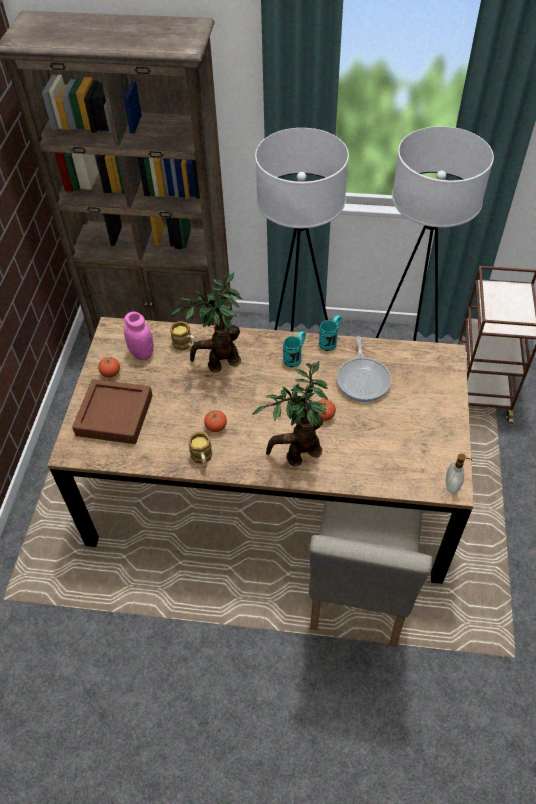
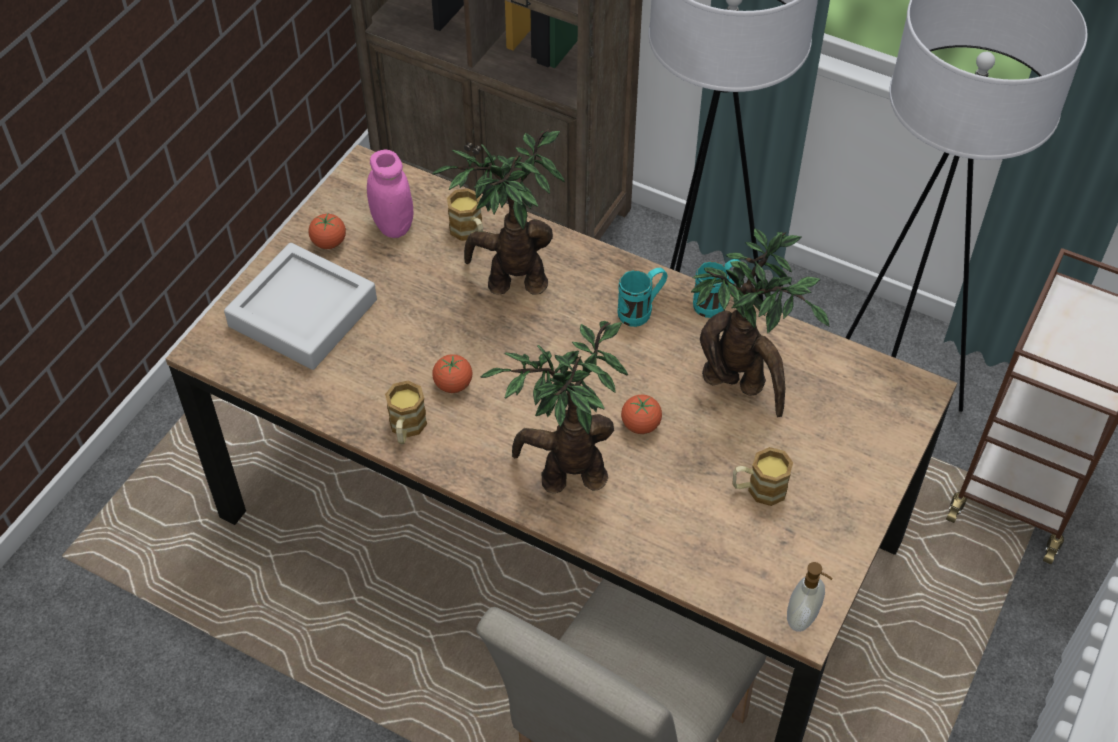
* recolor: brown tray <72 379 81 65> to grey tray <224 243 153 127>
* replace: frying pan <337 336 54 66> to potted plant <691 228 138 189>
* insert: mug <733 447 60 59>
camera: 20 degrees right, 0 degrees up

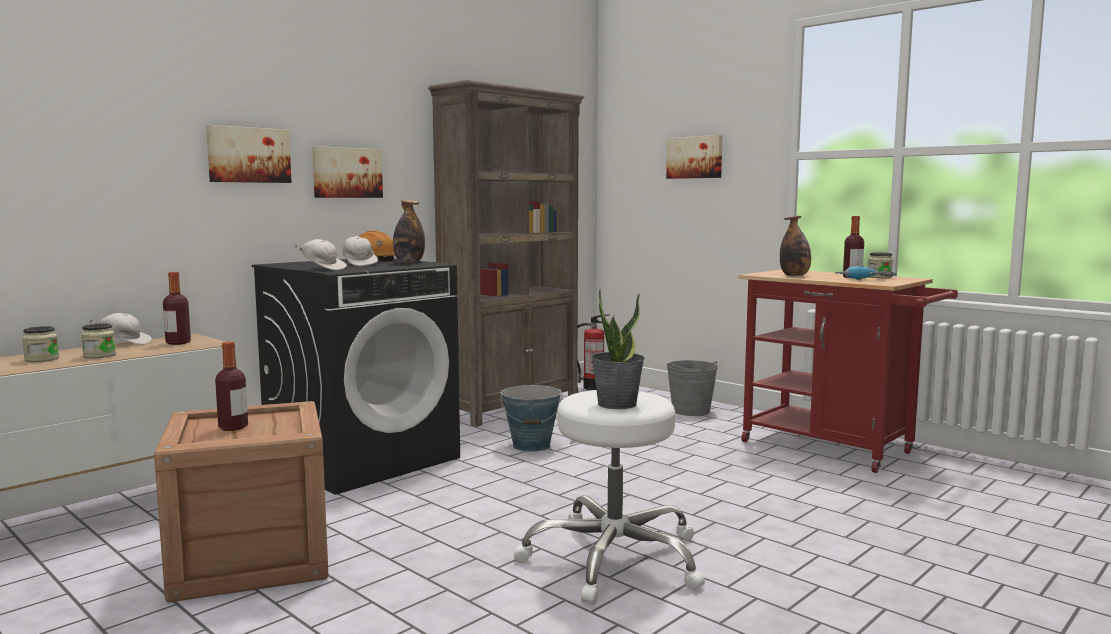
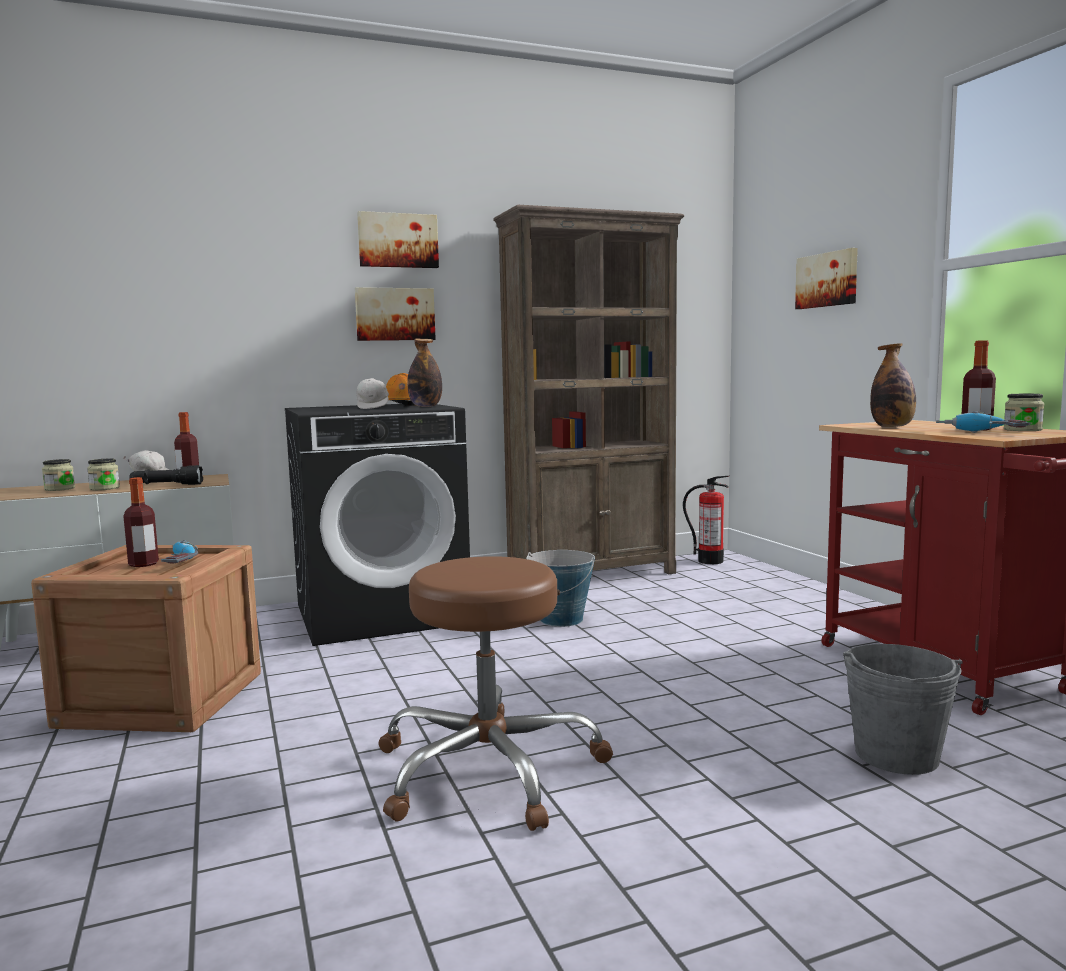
* insert: black flashlight <129 465 74 20>
* insert: power drill <161 540 37 23>
* move: picture <206 125 86 58> to <357 211 82 57>
* recolor: white stool <514 390 191 215> to brown stool <379 556 234 275>
* move: grey bucket <667 360 51 56> to <843 644 119 131>
* delete: white cap <294 239 53 31>
* delete: potted plant <591 289 54 120>
camera: 25 degrees right, 0 degrees up

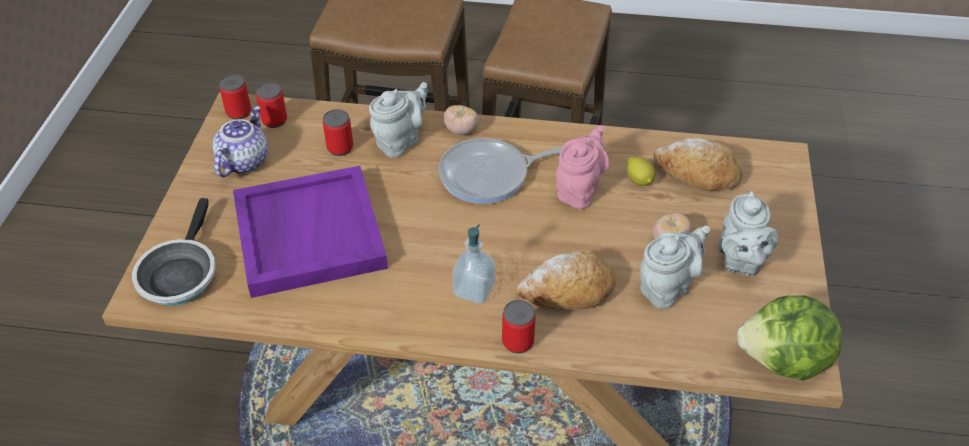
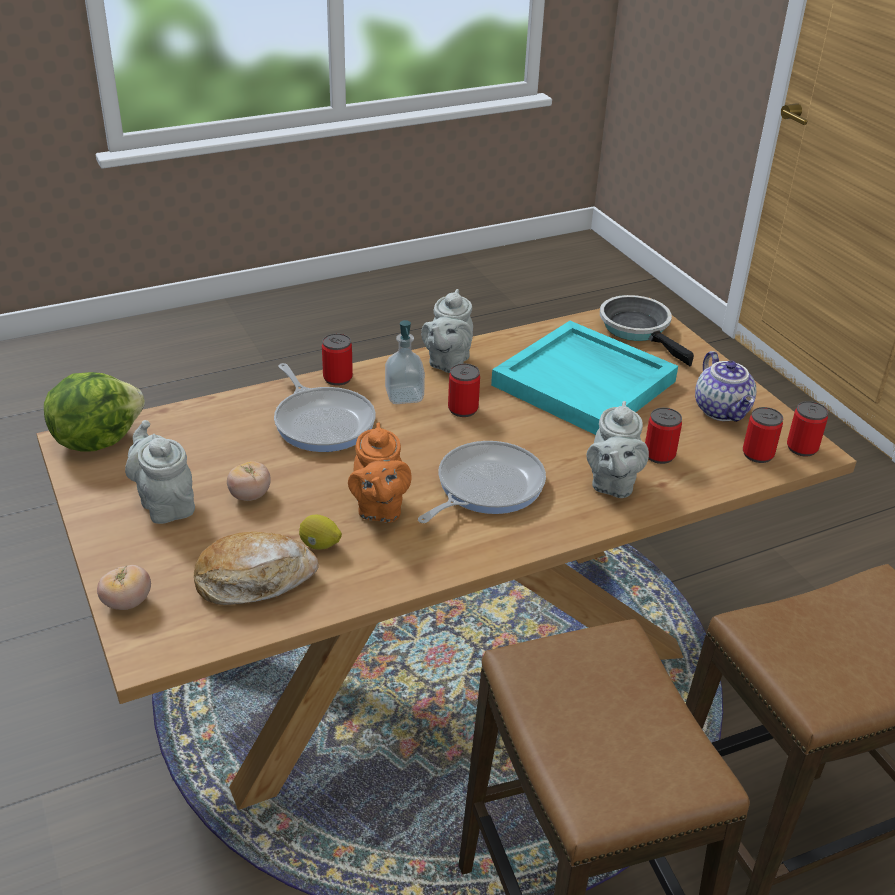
* move: tomato <443 105 36 30> to <97 565 54 45>
* replace: bread <517 250 99 60> to frying pan <274 363 102 89>
* recolor: pink teapot <556 125 54 84> to orange teapot <348 422 64 101>
* move: grey teapot <640 226 70 83> to <421 289 52 84>
* insert: can <448 363 32 54>
* recolor: purple tray <233 166 155 132> to turquoise tray <491 321 187 114>
camera: 145 degrees right, 10 degrees down

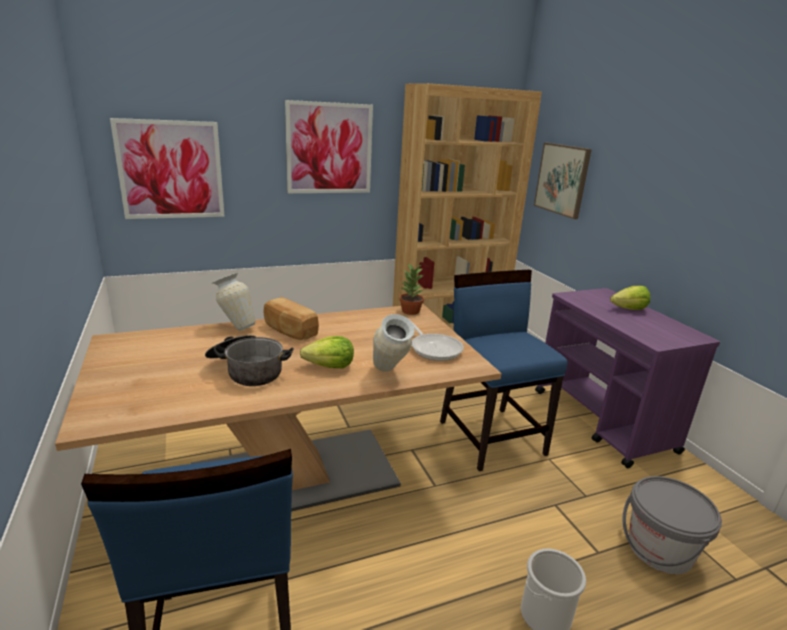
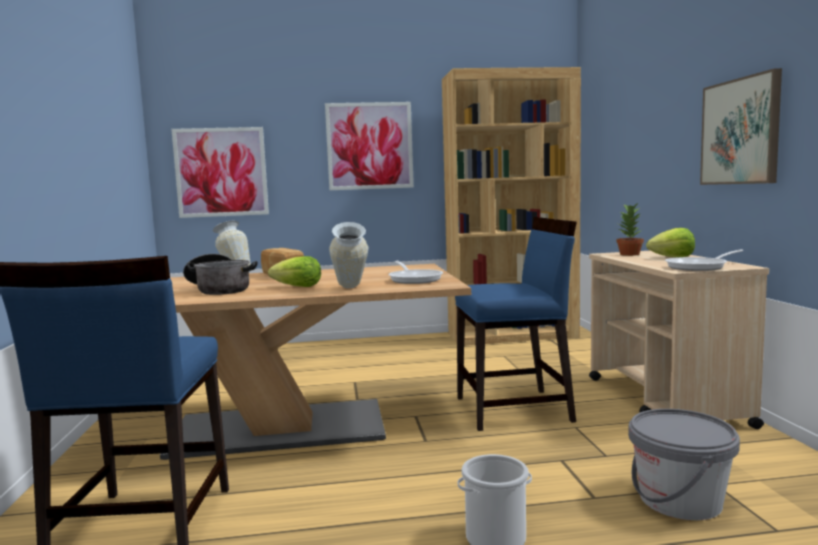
* rotate: blue chair <440 270 127 201> = <455 217 122 214> 90 degrees clockwise
* recolor: purple cart <535 288 185 180> to beige cart <589 251 180 178>
* move: potted plant <399 263 25 52> to <616 202 28 54>
* insert: frying pan <665 249 79 22>
* move: picture <534 143 58 76> to <700 68 82 117>
camera: 15 degrees right, 15 degrees down

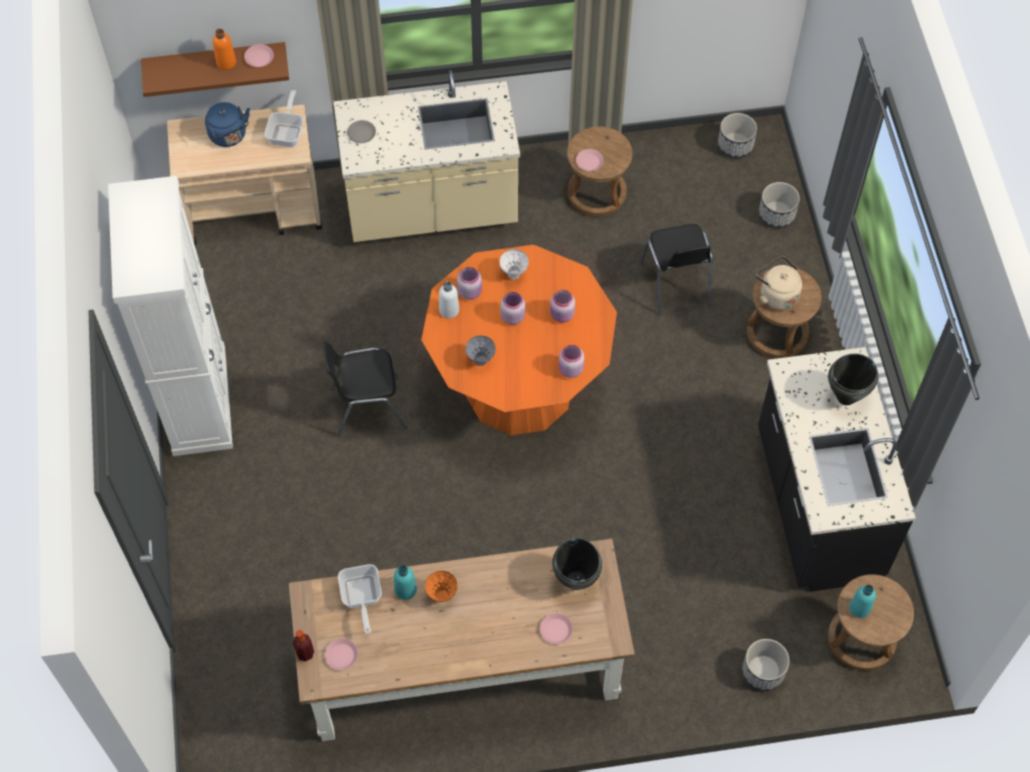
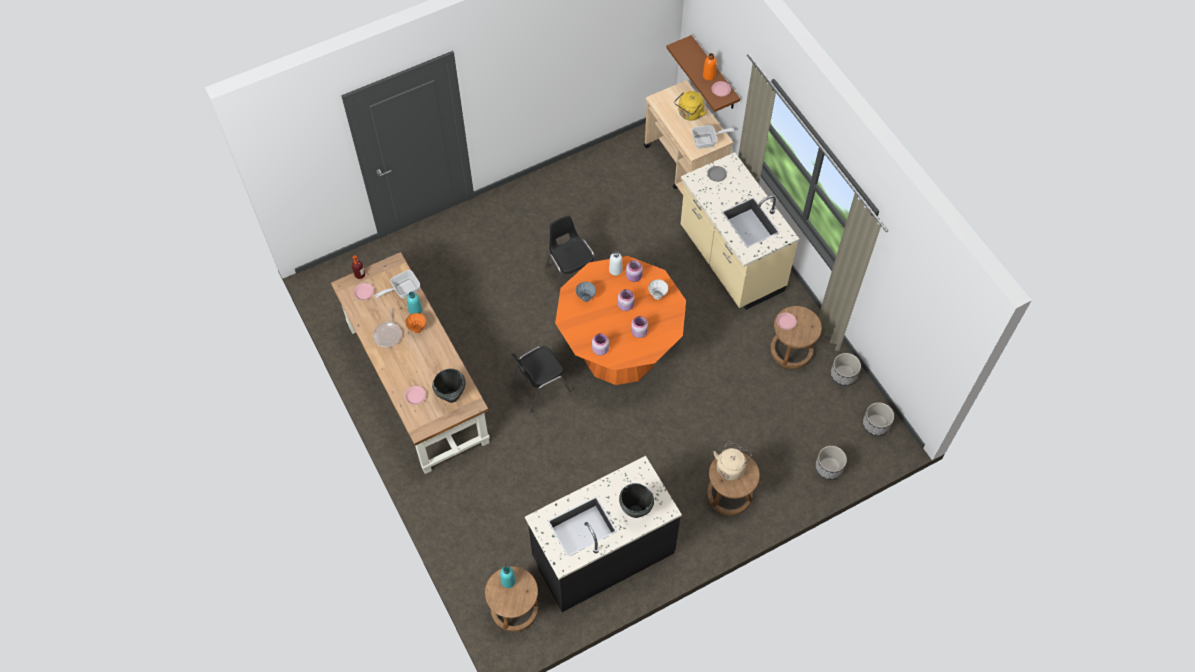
* insert: frying pan <373 309 29 39>
* move: black chair <640 224 73 91> to <511 346 60 67>
* recolor: blue kettle <205 102 45 45> to yellow kettle <674 91 33 30>
* move: planter <742 639 48 52> to <830 353 31 33>
* delete: white cabinet <108 176 125 280>
camera: 70 degrees right, 0 degrees up

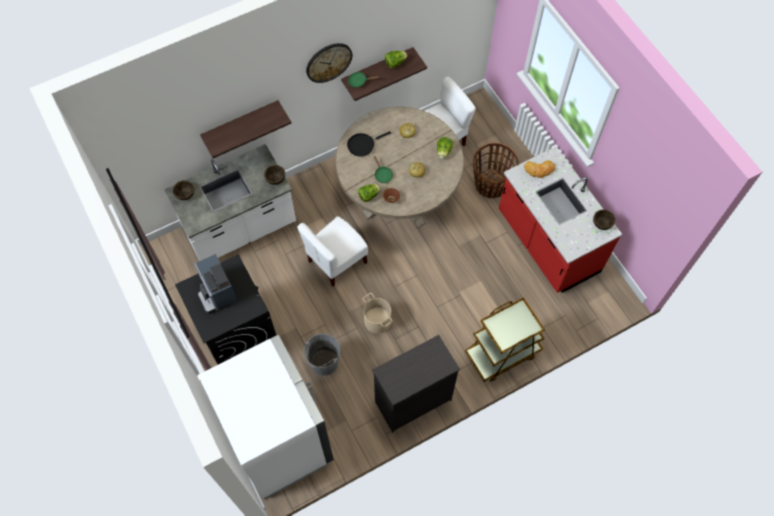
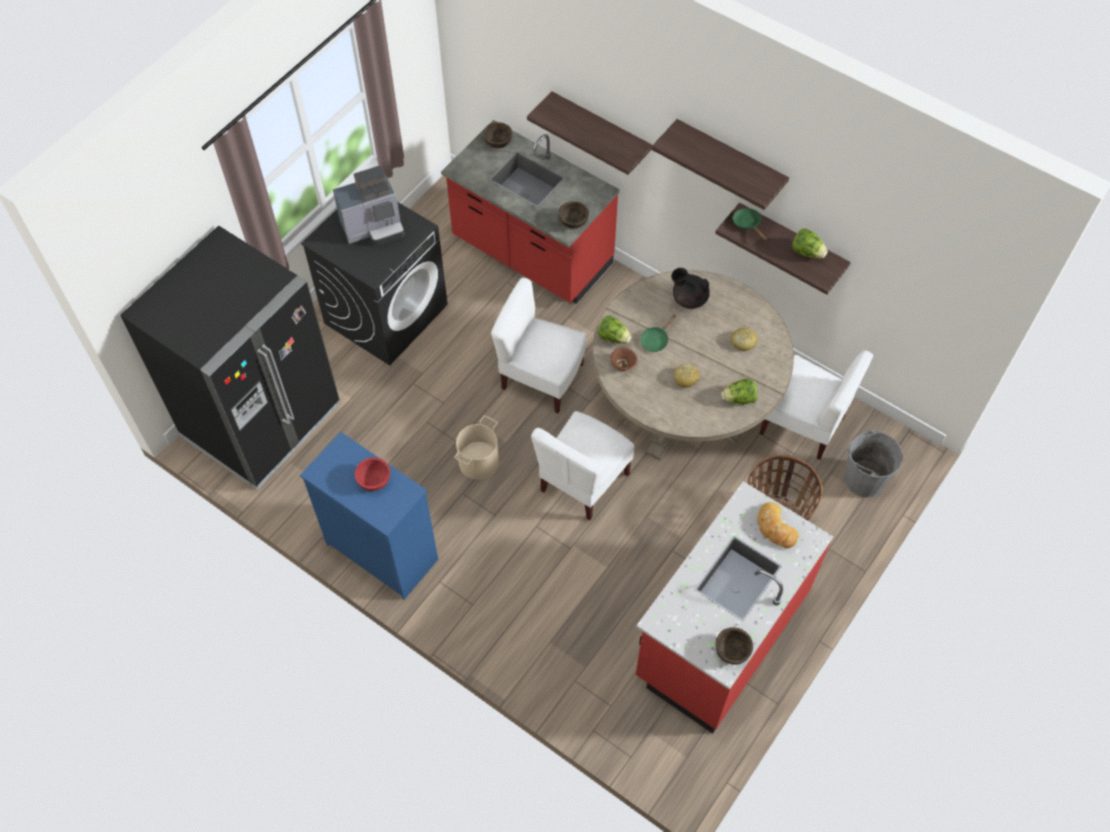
* recolor: white fridge <198 335 136 165> to black fridge <120 225 220 265>
* recolor: black dresser <373 335 87 98> to blue dresser <300 432 138 167>
* rotate: coffee machine <194 254 43 60> = <333 166 72 79> 150 degrees counterclockwise
* insert: red bowl <355 457 35 34>
* recolor: white counter <164 144 132 117> to red counter <441 120 179 184>
* insert: white chair <531 411 103 109>
* replace: wall clock <306 43 46 40> to shelf <651 119 138 91>
* replace: black frying pan <347 131 44 26> to black teapot <671 268 39 41>
* move: grey bucket <304 334 36 42> to <845 430 58 67>
* delete: brown cart <465 297 80 85>
camera: 65 degrees right, 5 degrees down

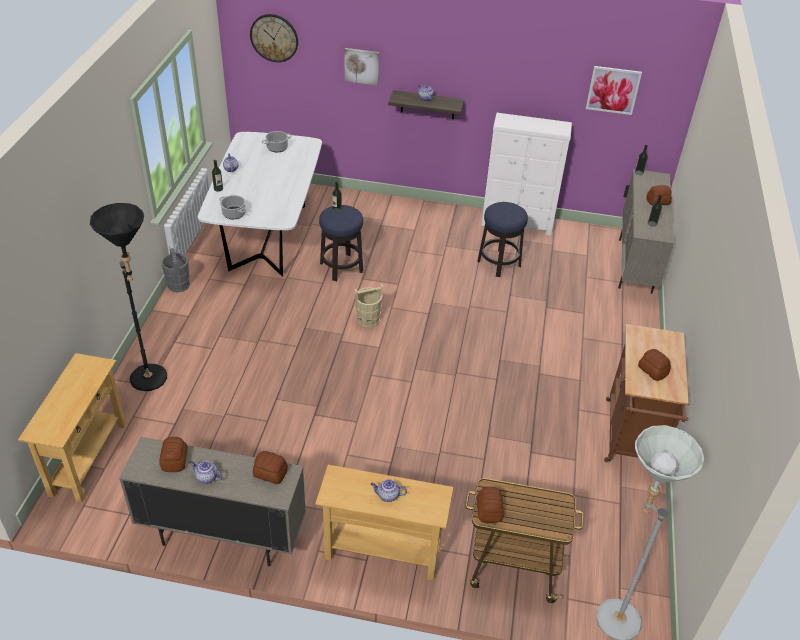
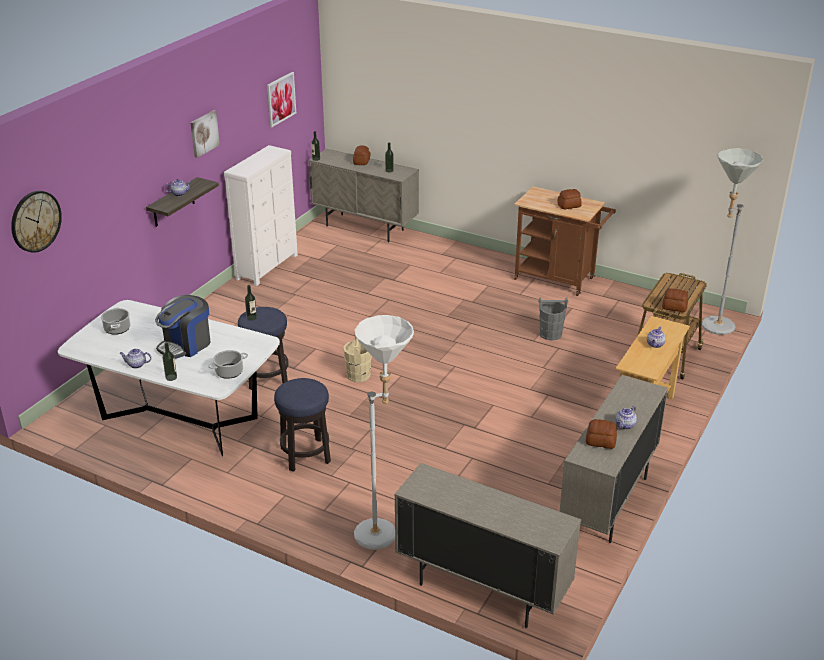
* insert: coffee machine <155 295 56 64>
* move: picture <345 48 34 37> to <190 110 30 48>
* move: stool <477 202 51 75> to <274 378 57 94>
* recolor: black floor lamp <90 203 77 188> to white floor lamp <354 315 60 235>
* replace: beige console table <18 353 108 150> to beige cabinet <394 463 187 165>
* move: grey bucket <161 246 29 46> to <538 297 31 43>
* delete: bread <253 451 35 33>
camera: 70 degrees left, 10 degrees down

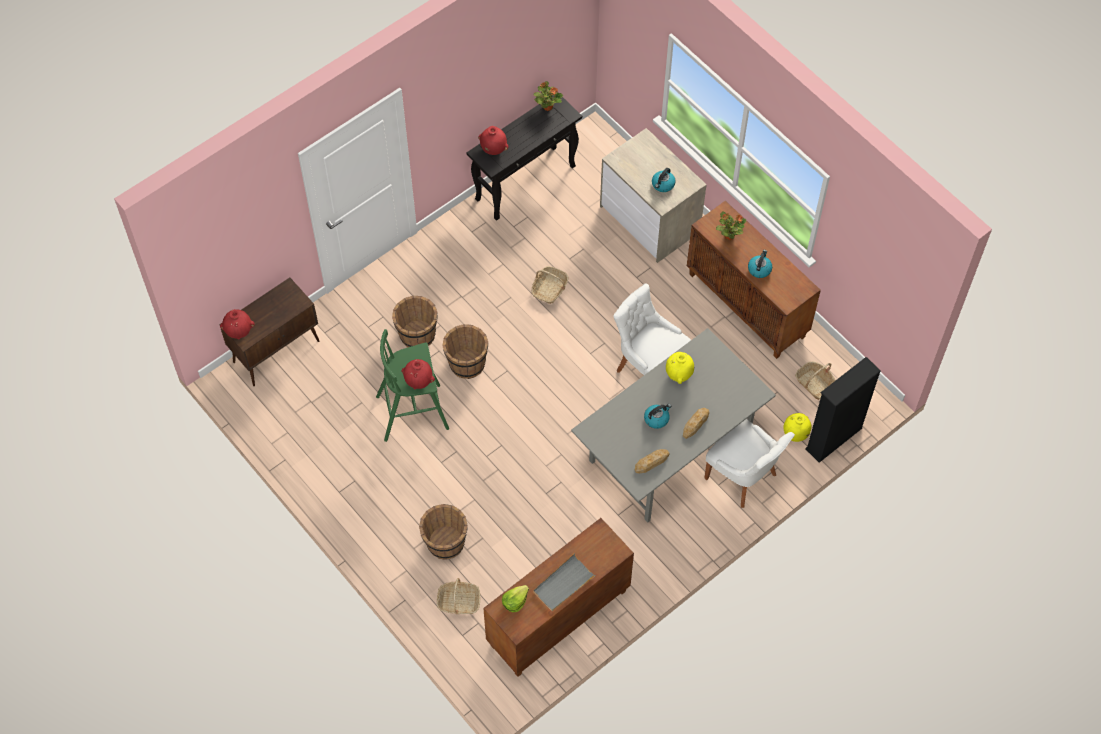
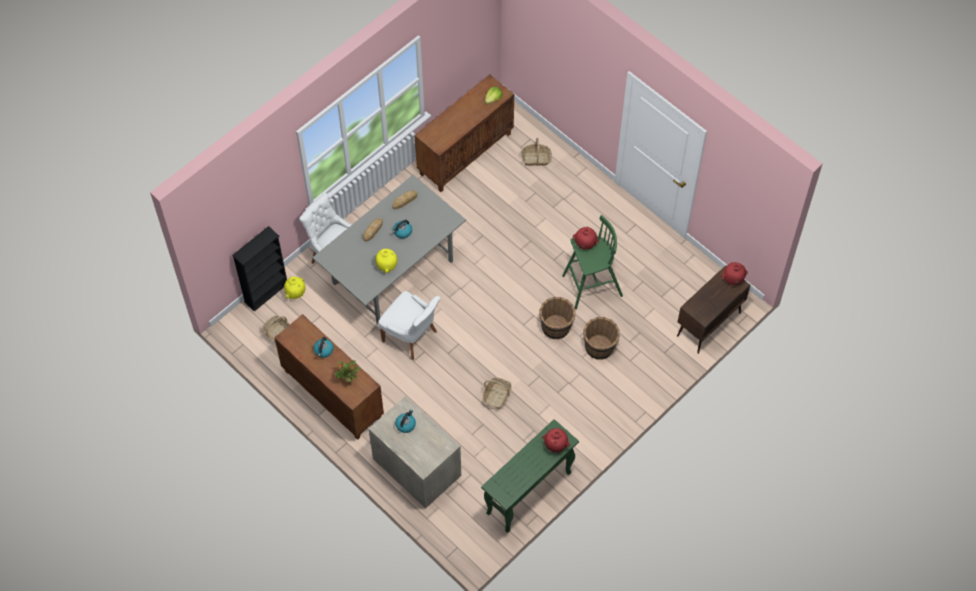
* recolor: black console table <467 96 115 125> to green console table <481 419 98 114>
* delete: brown bucket <419 504 49 56>
* delete: potted plant <533 81 30 30>
* delete: grey tray <533 553 63 58>
camera: 175 degrees right, 0 degrees up

